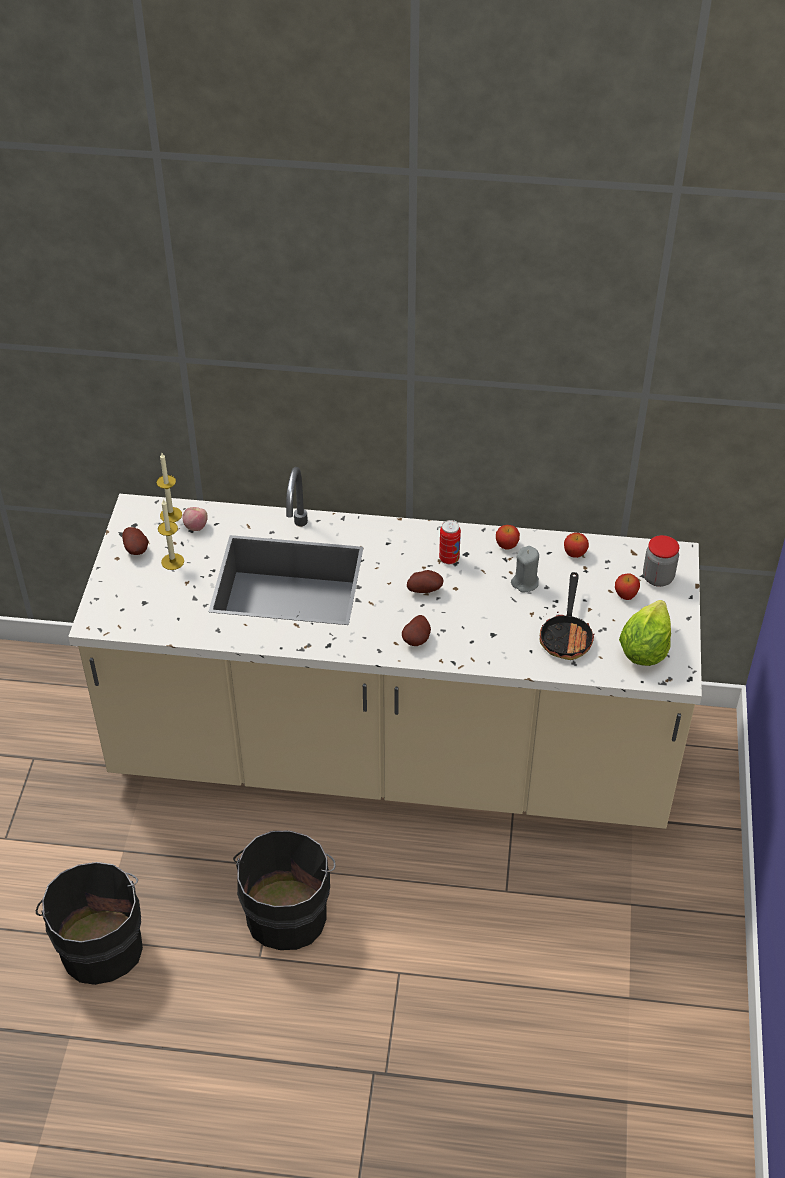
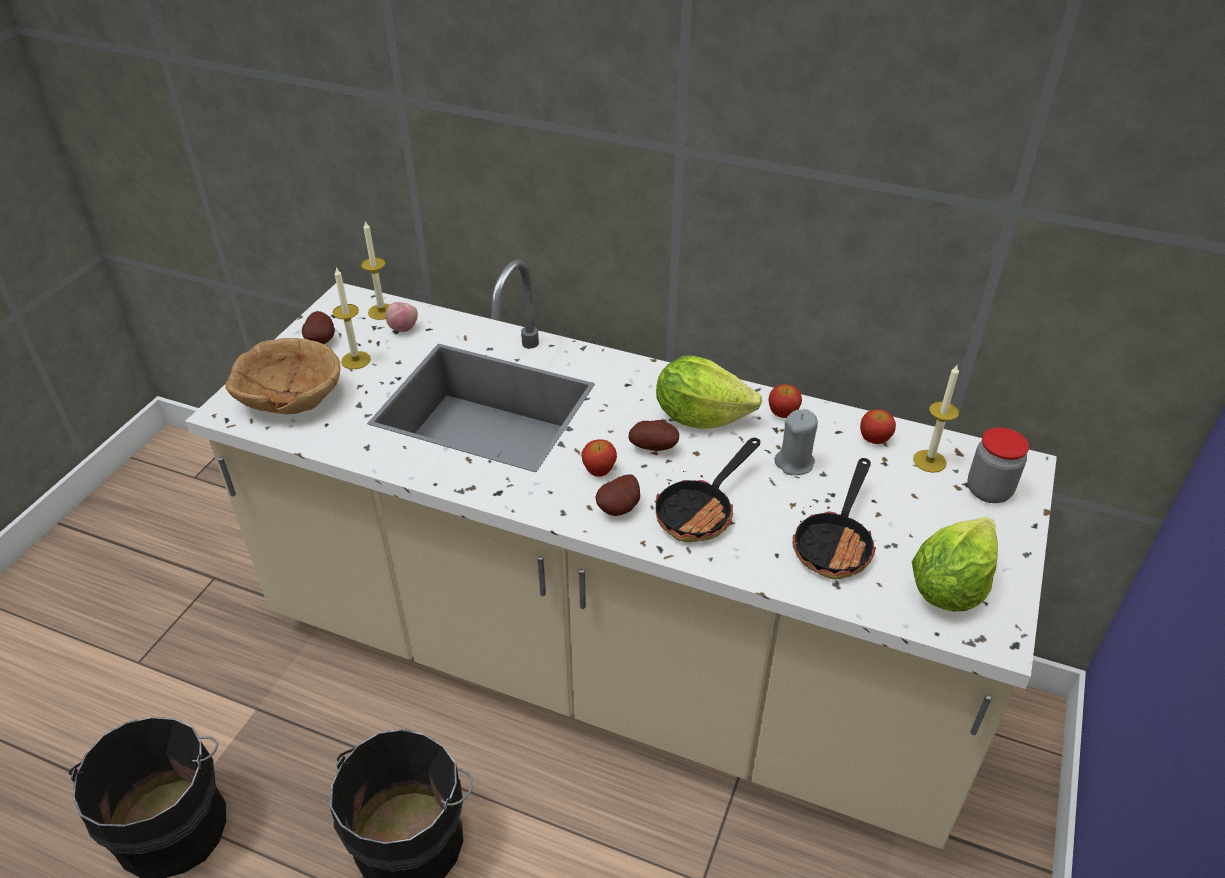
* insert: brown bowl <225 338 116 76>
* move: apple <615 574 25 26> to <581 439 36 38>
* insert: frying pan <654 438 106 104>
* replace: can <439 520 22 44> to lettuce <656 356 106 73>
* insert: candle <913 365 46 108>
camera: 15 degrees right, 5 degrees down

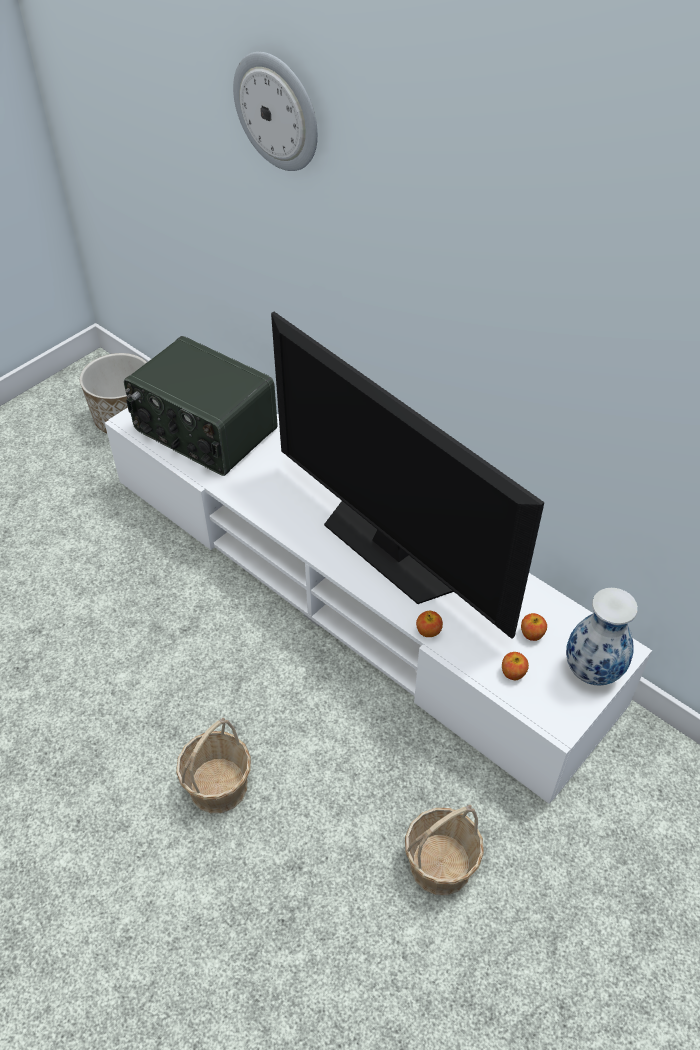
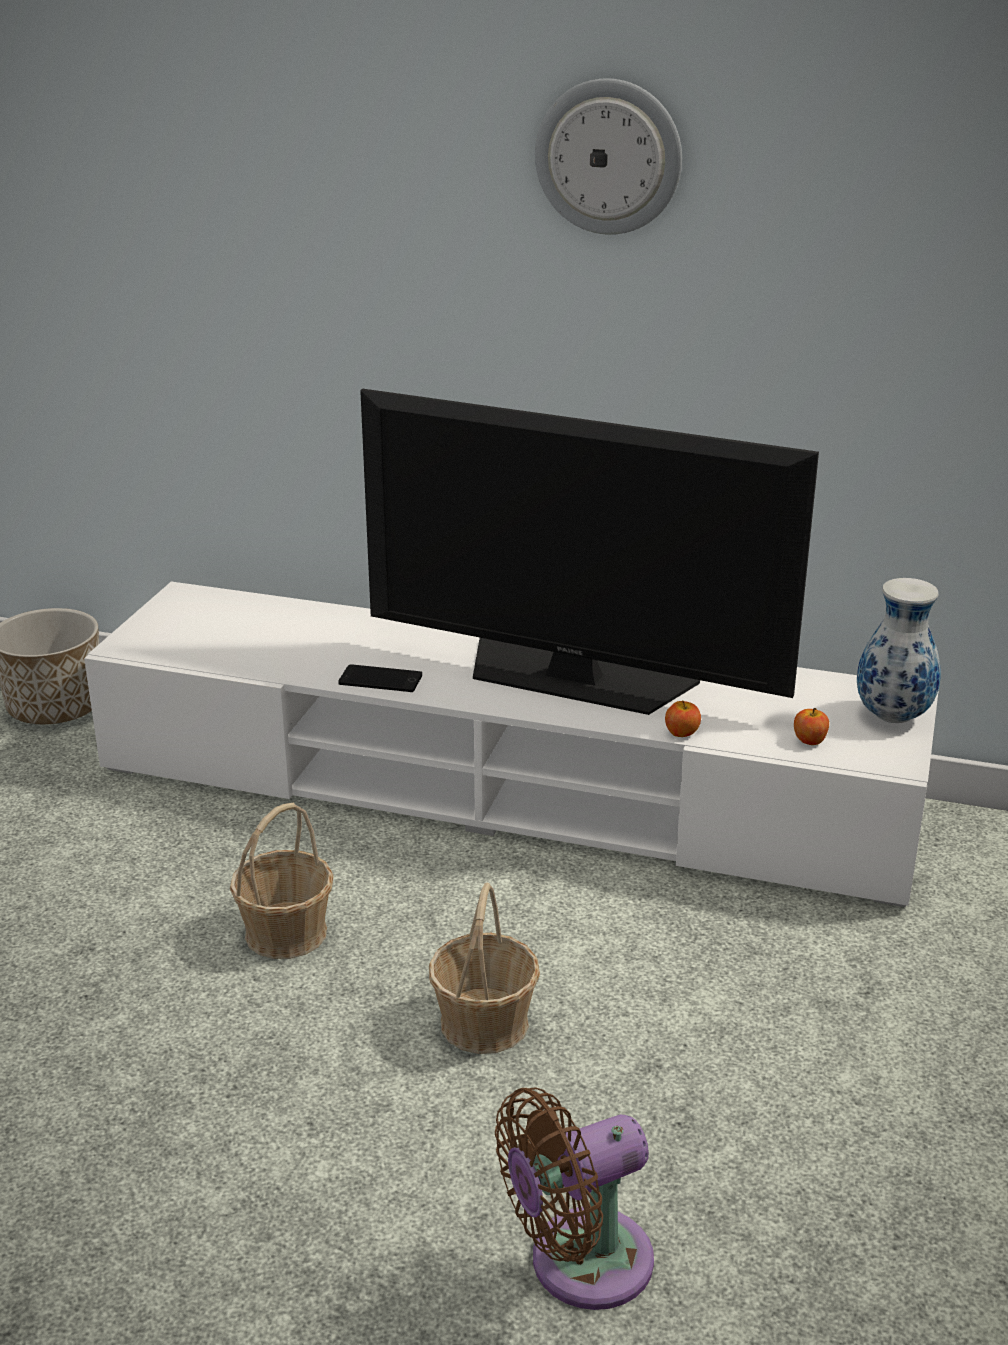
* move: basket <405 805 79 90> to <230 803 104 156>
* insert: phone <338 664 84 28>
* insert: brown fan <495 1087 159 223>
* move: wall clock <233 52 85 119> to <535 79 147 156>
* delete: radio <124 336 153 140>
* delete: apple <521 613 26 28>
camera: 25 degrees left, 20 degrees down

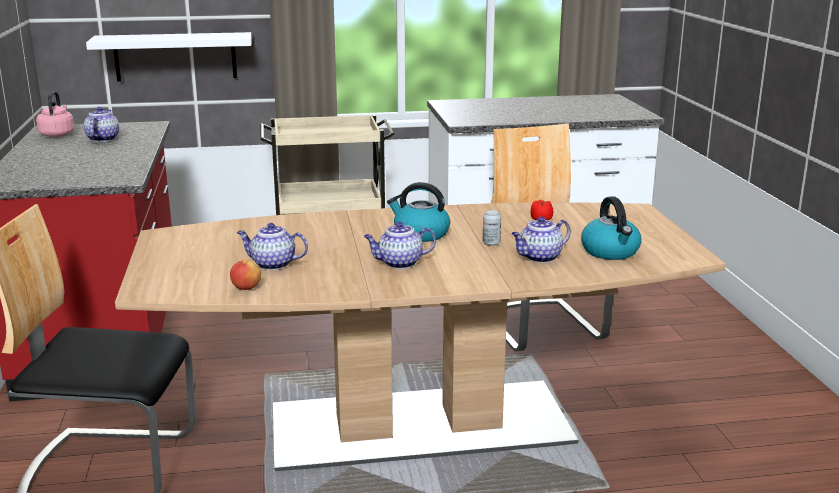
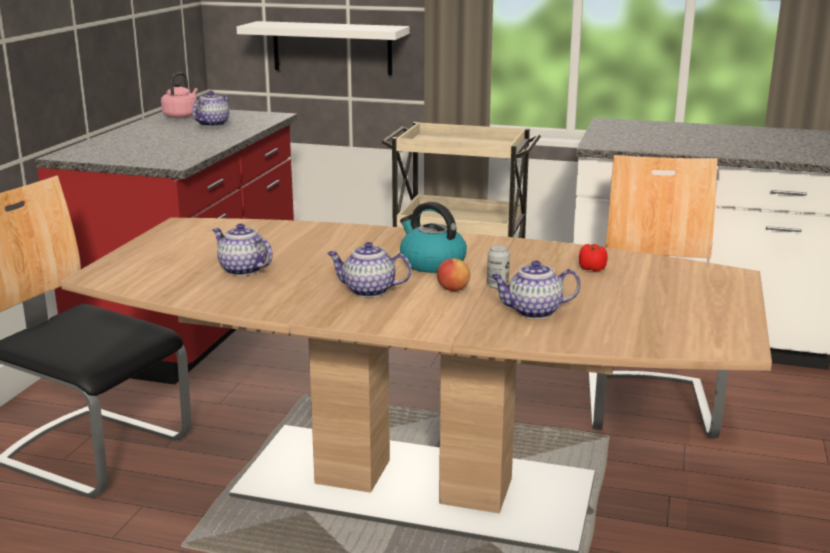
* move: apple <230 260 31 30> to <437 258 33 33>
* delete: kettle <581 196 61 64>
camera: 25 degrees right, 0 degrees up

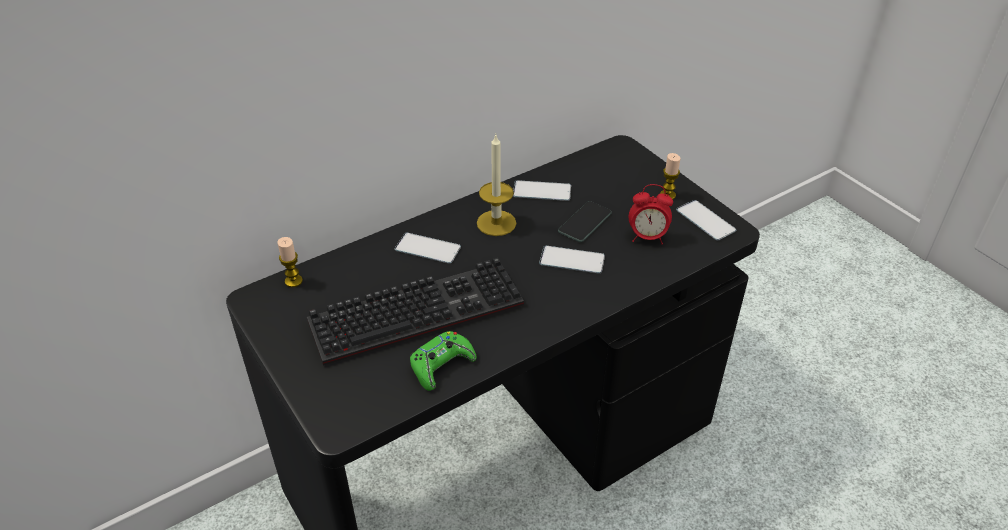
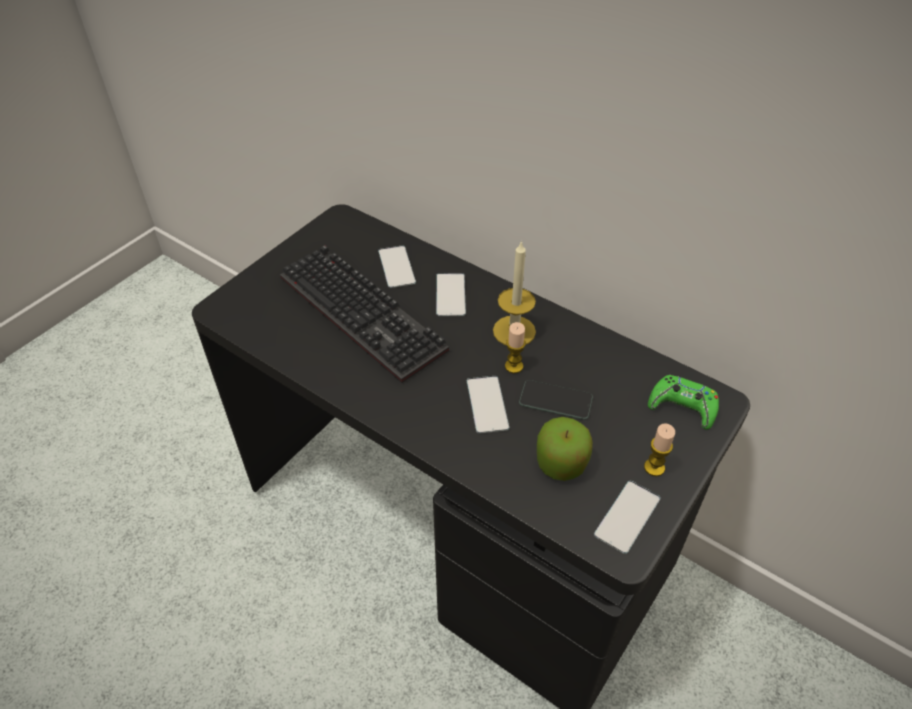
* move: phone <513 180 58 21> to <378 245 38 43>
* move: candle <277 237 26 50> to <505 322 21 51>
* replace: alarm clock <629 184 44 61> to apple <537 417 56 64>
* move: green game controller <410 331 67 60> to <648 375 71 55>
camera: 70 degrees right, 5 degrees up

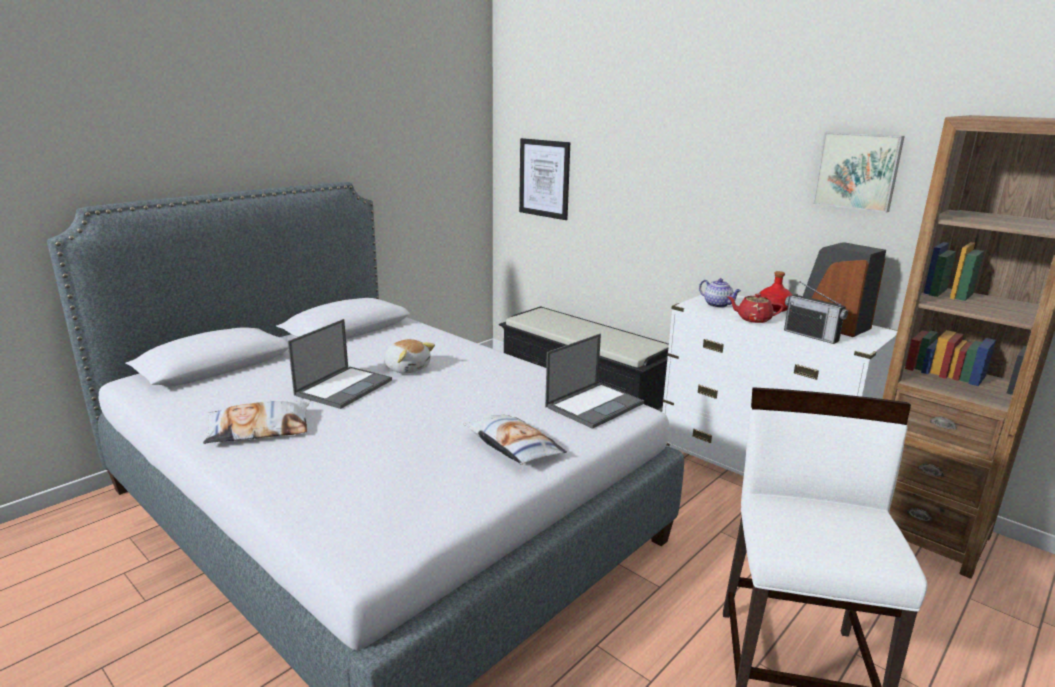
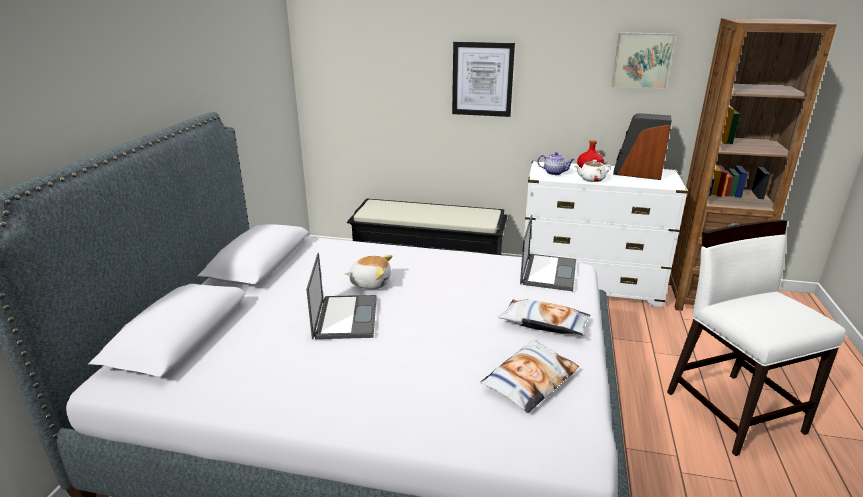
* move: picture <519 138 51 82> to <452 42 63 75>
* move: pillow <203 401 106 43> to <480 339 99 74>
* recolor: red teapot <728 293 56 30> to white teapot <575 160 36 22>
* delete: radio <784 281 64 63>
camera: 30 degrees left, 5 degrees up

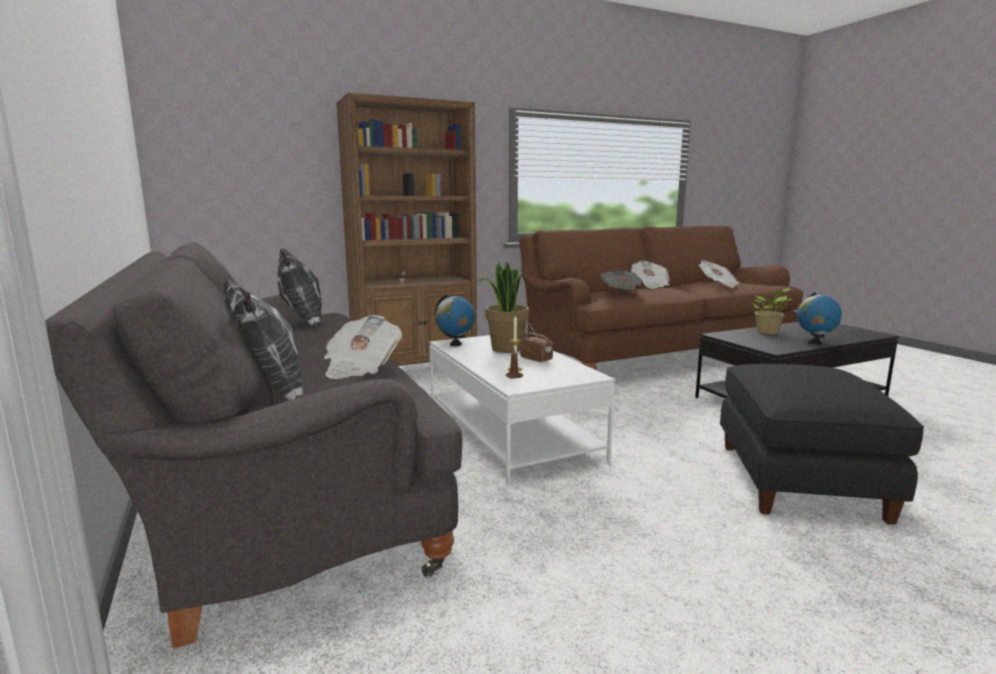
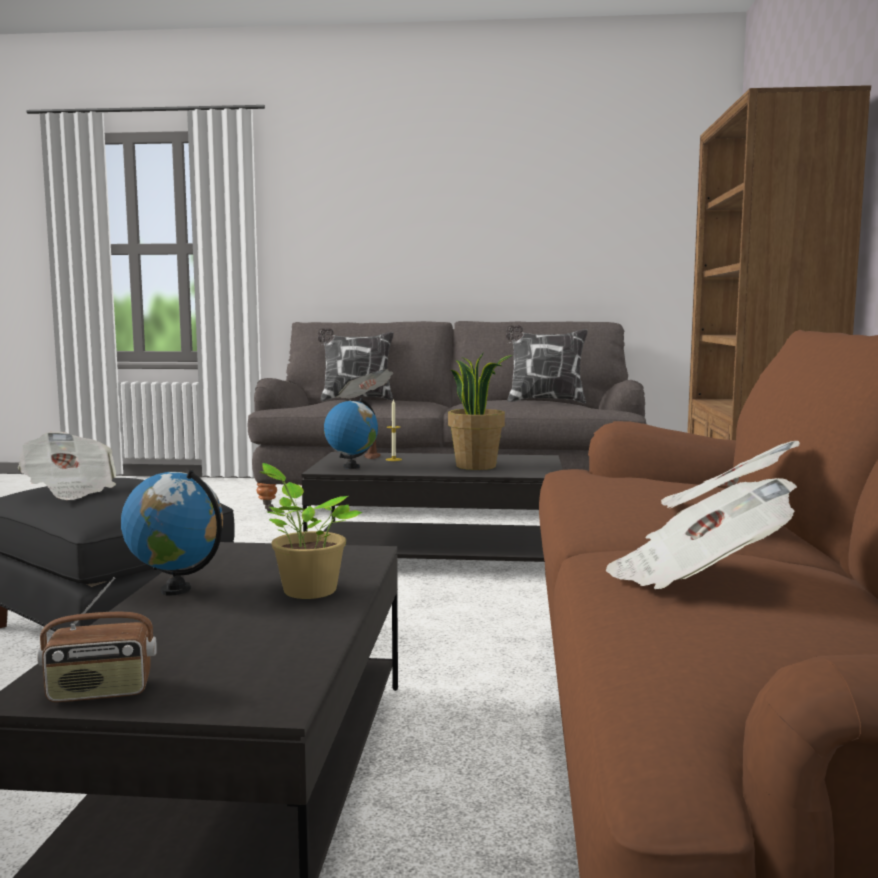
* move: newspaper <600 270 43 20> to <17 431 99 69>
* move: radio <520 323 33 40> to <37 577 120 125>
* recolor: white coffee table <429 335 186 150> to black coffee table <302 452 261 110>
* move: globe <435 294 40 52> to <324 398 54 71>
camera: 120 degrees right, 5 degrees down

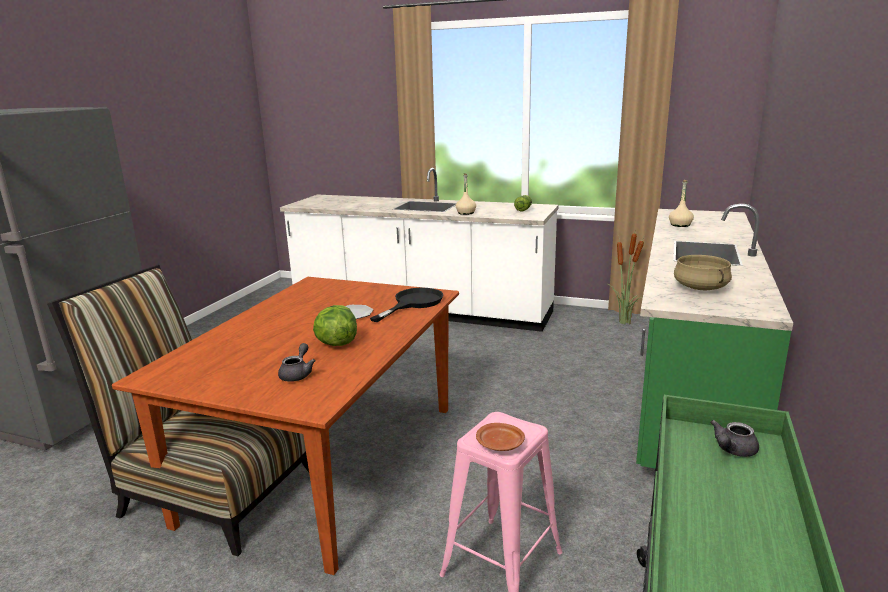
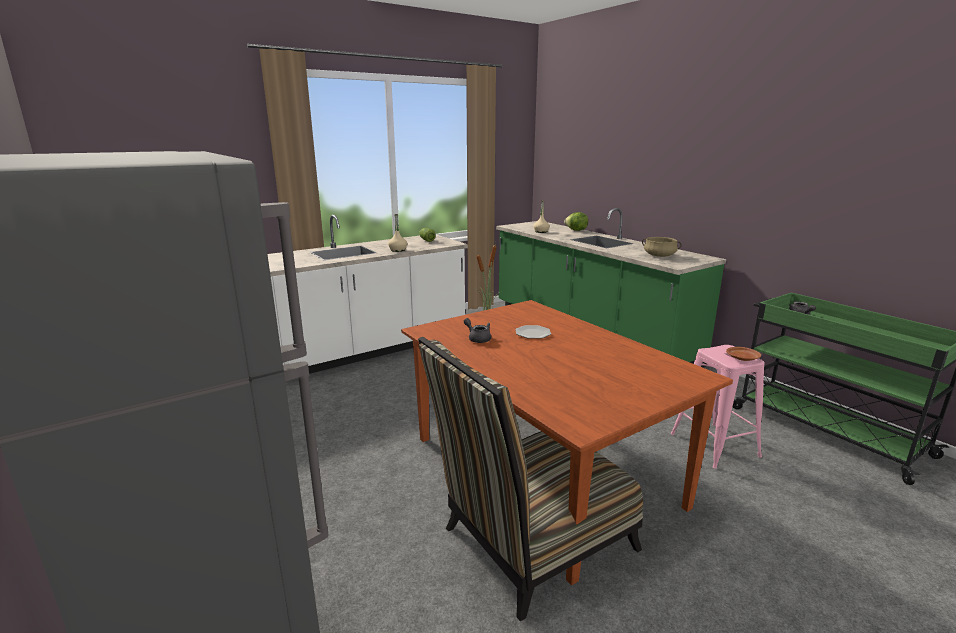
* move: grey teapot <278 343 38 39> to <464 318 27 25>
* move: lettuce <313 305 44 41> to <564 212 24 19>
* delete: black frying pan <370 288 74 34>
camera: 55 degrees left, 0 degrees up

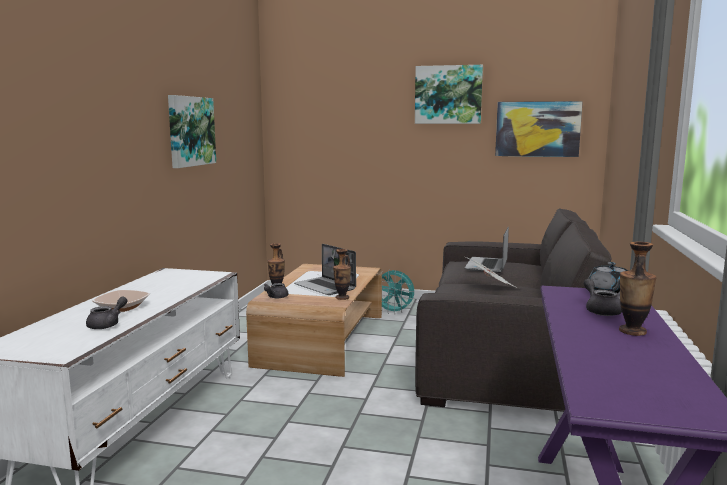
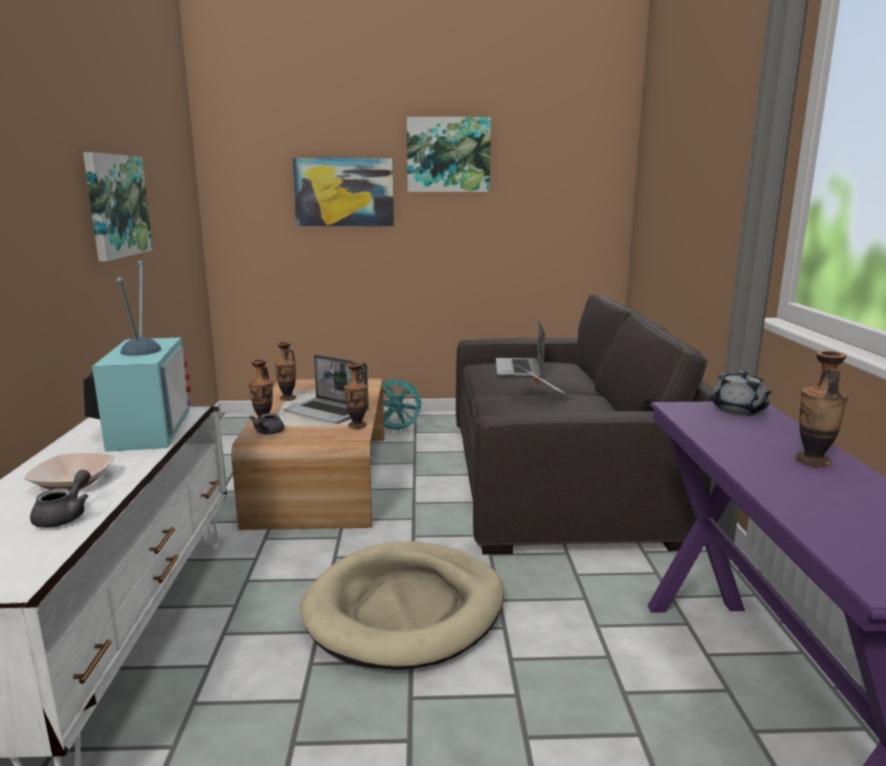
* insert: television <83 261 108 191>
* insert: vase <275 342 21 59>
* move: picture <495 101 88 56> to <292 158 102 68>
* insert: beige dog bed <300 541 204 129>
* delete: grey teapot <584 279 38 37>
camera: 15 degrees left, 5 degrees up

